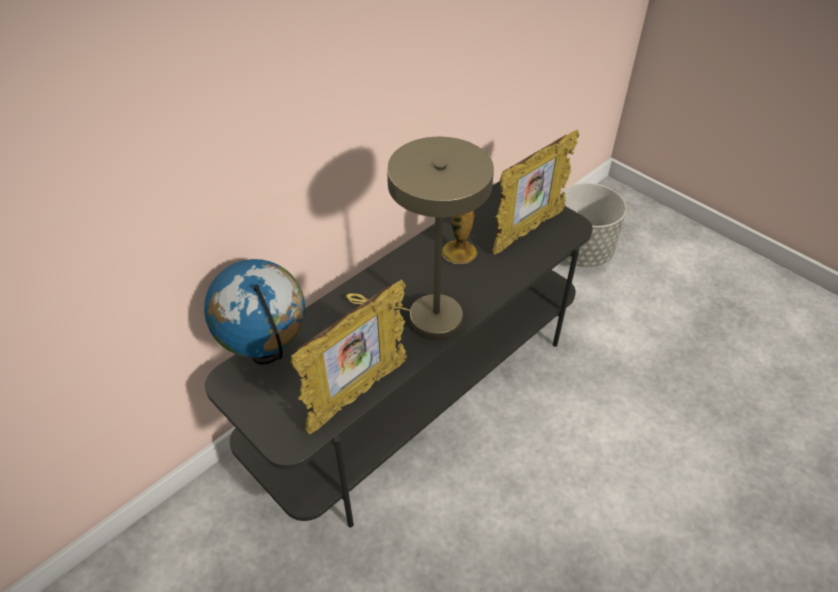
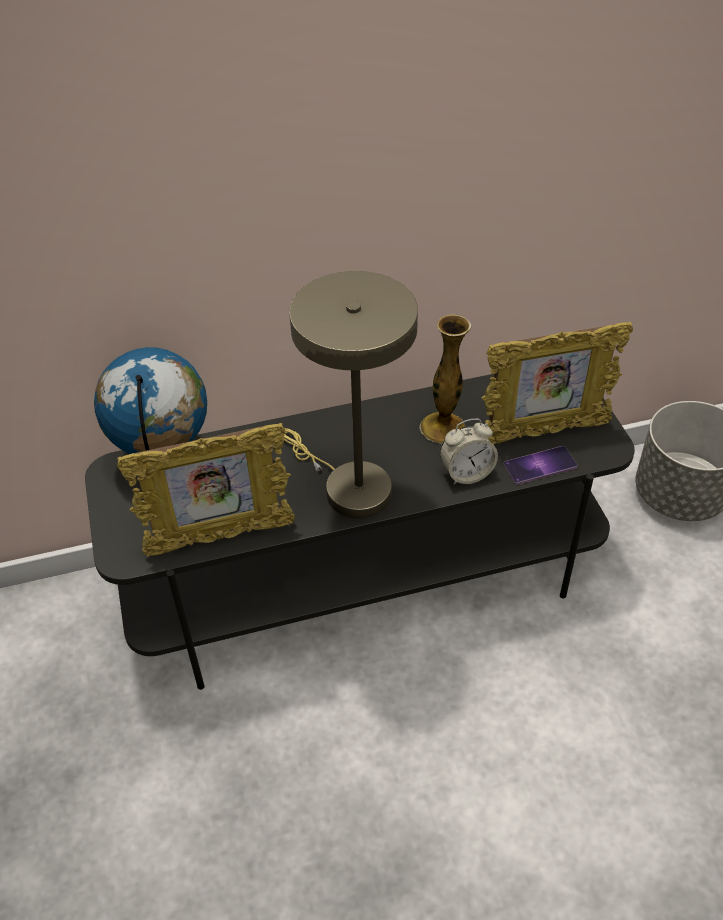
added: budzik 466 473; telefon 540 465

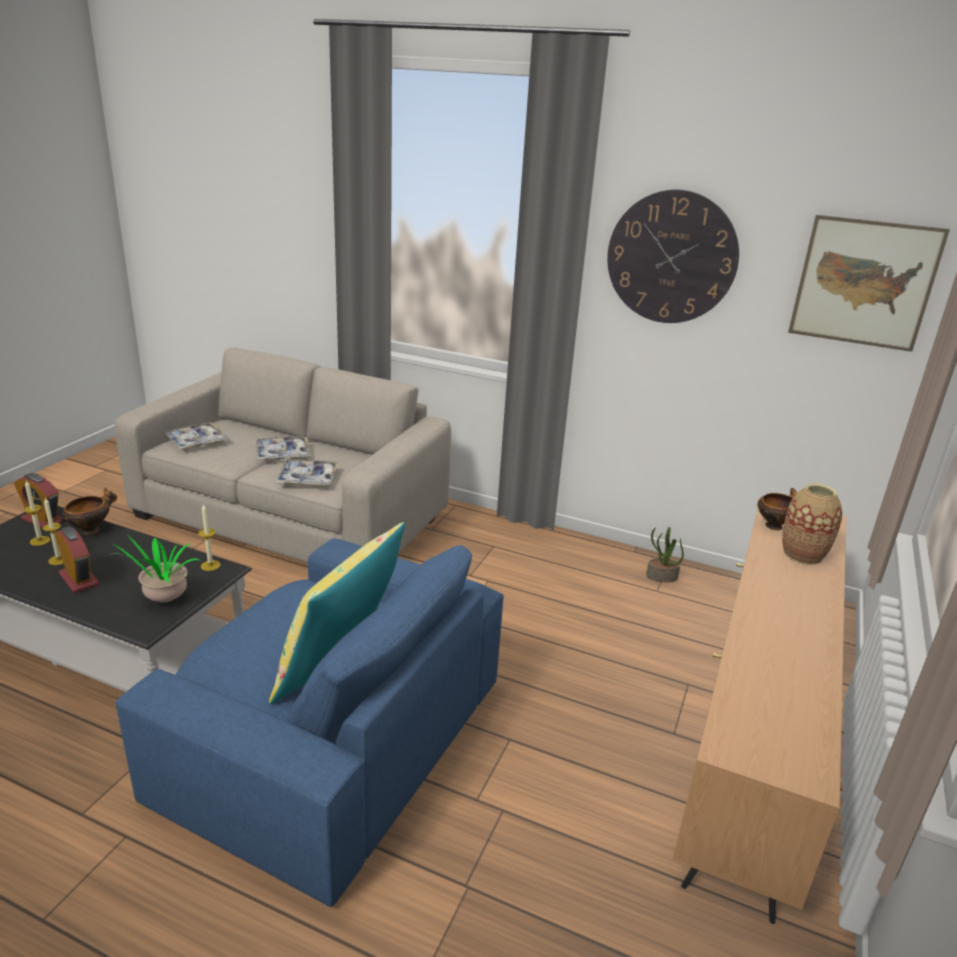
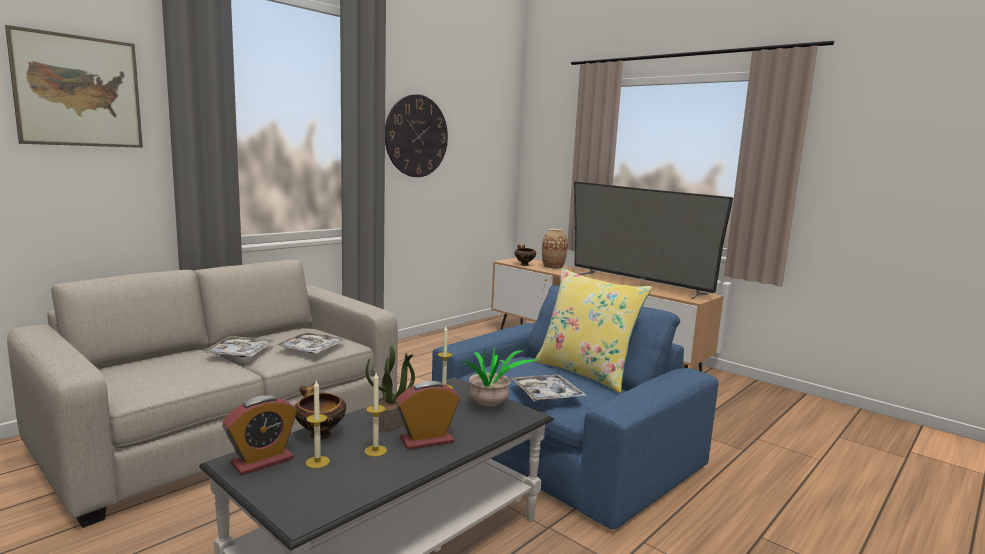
added: telewizor 638 284
moved: taca 196 441 to 547 395; roślina doniczkowa 661 577 to 391 422; obraz 864 283 to 79 91

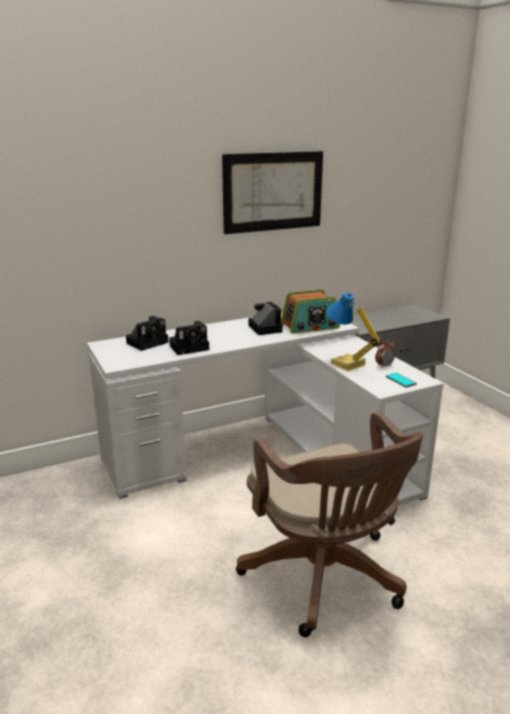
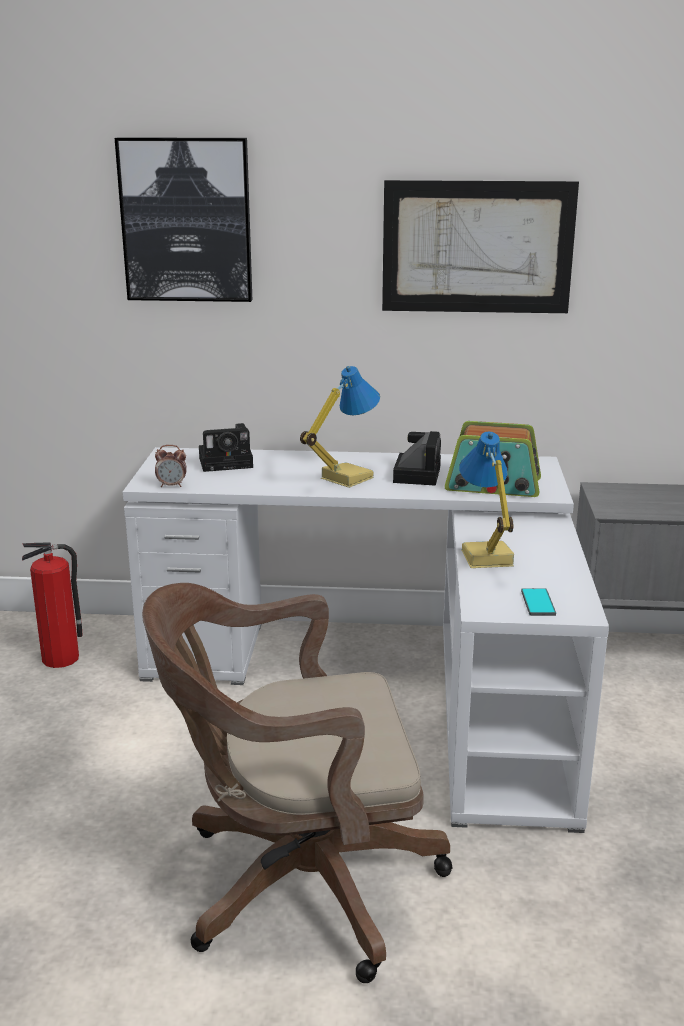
removed: aparat fotograficzny 190 347
added: gaśnica 61 658; obraz 186 220; lampa stołowa 345 477
moved: budzik 384 366 to 172 485
turned: krzesło biurowe (brązowy) 325 578 = 296 884 75 degrees clockwise

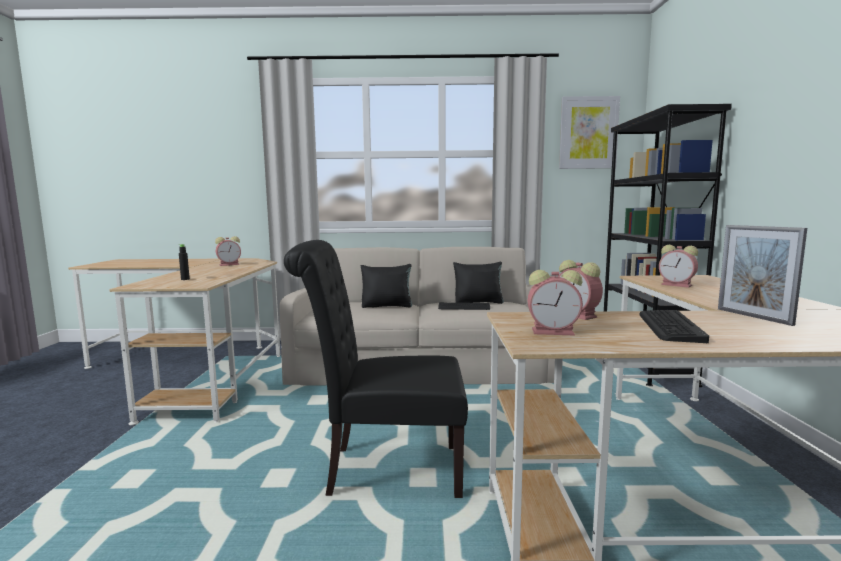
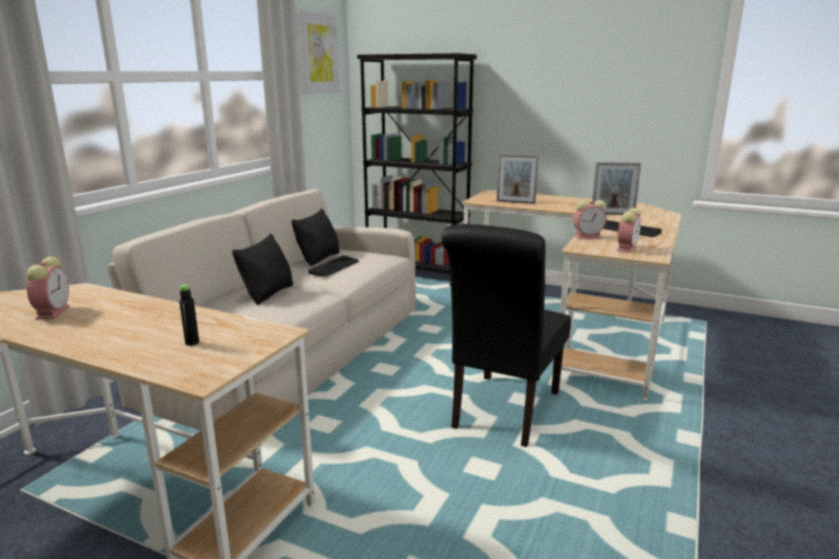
replaced: budzik 677 285 to ramka na zdjęcie 515 202

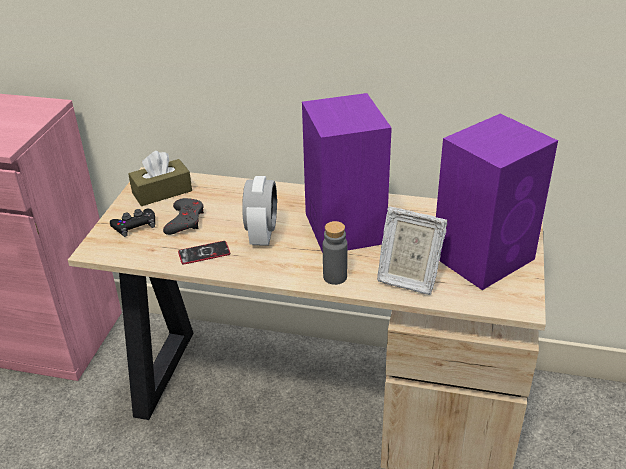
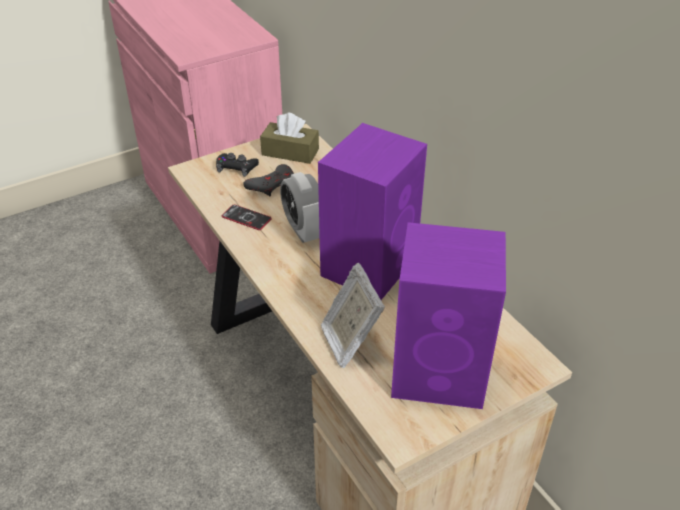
removed: butelka (szary) 335 277
turned: budzik 262 235 = 303 230 105 degrees clockwise

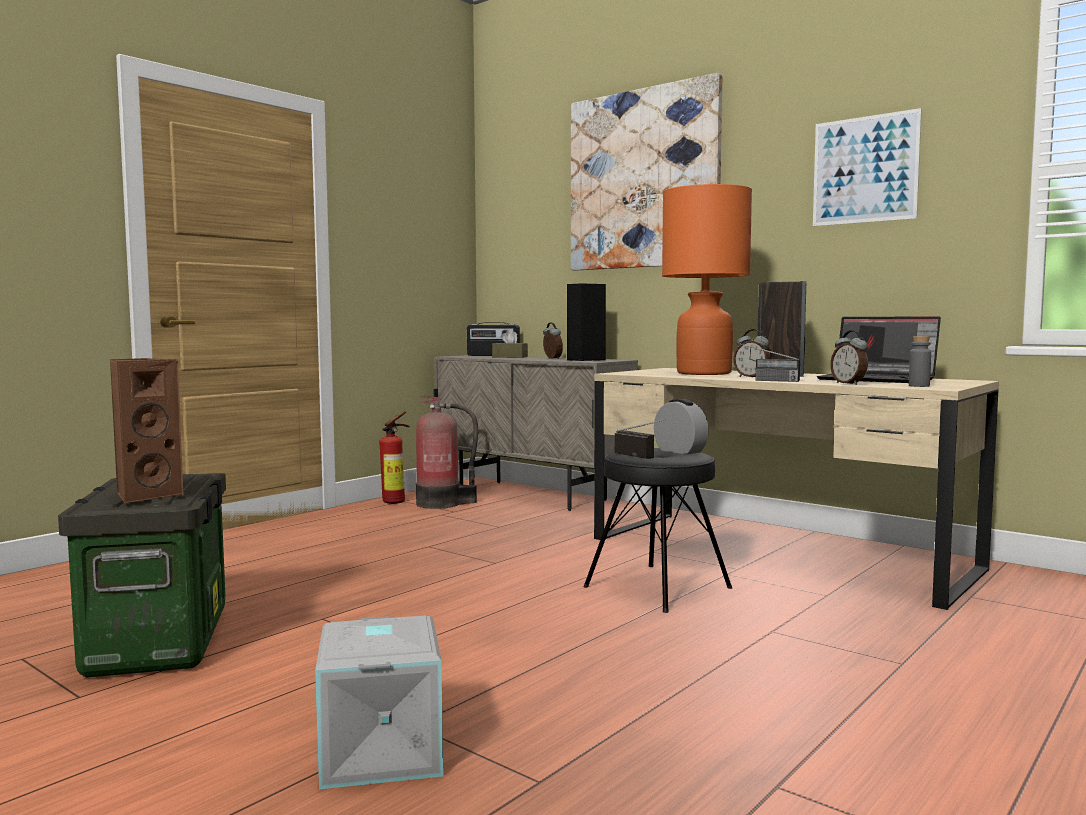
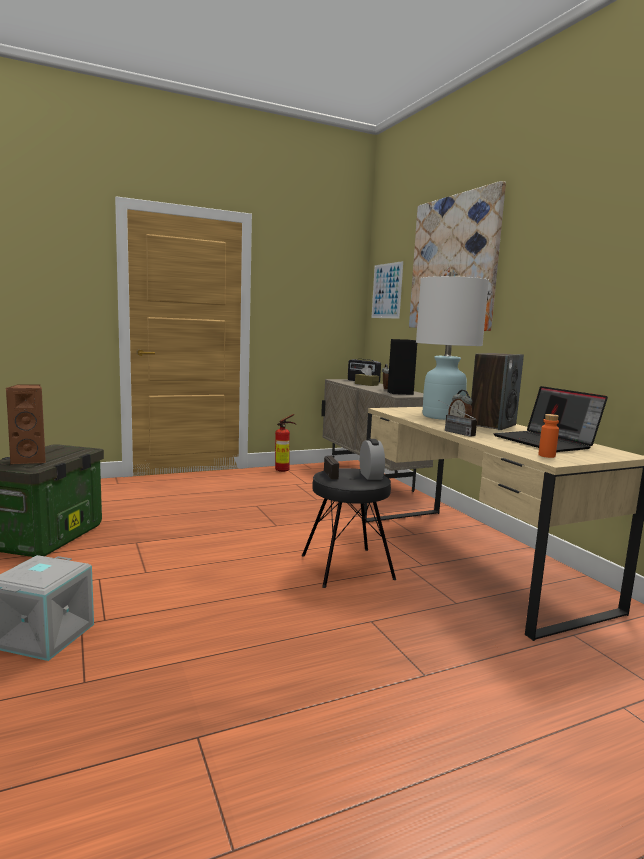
removed: gaśnica 442 503; budzik 849 383
moved: obraz 865 169 to 386 291
recoloured: lampa stołowa (pomarańczowy) 704 373 to lampa stołowa (biały) 442 416; butelka (szary) 919 386 to butelka (pomarańczowy) 546 455

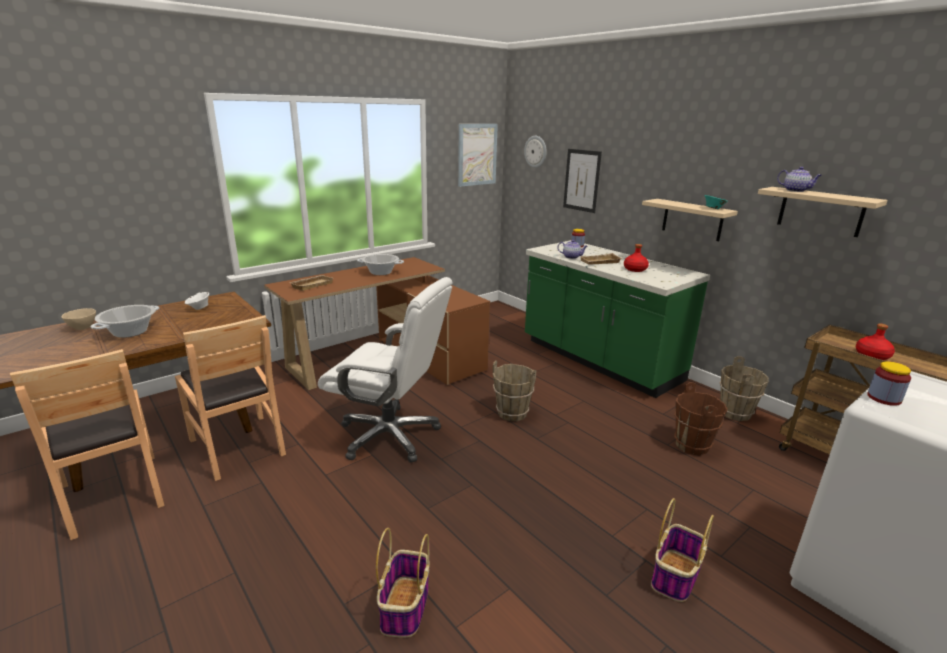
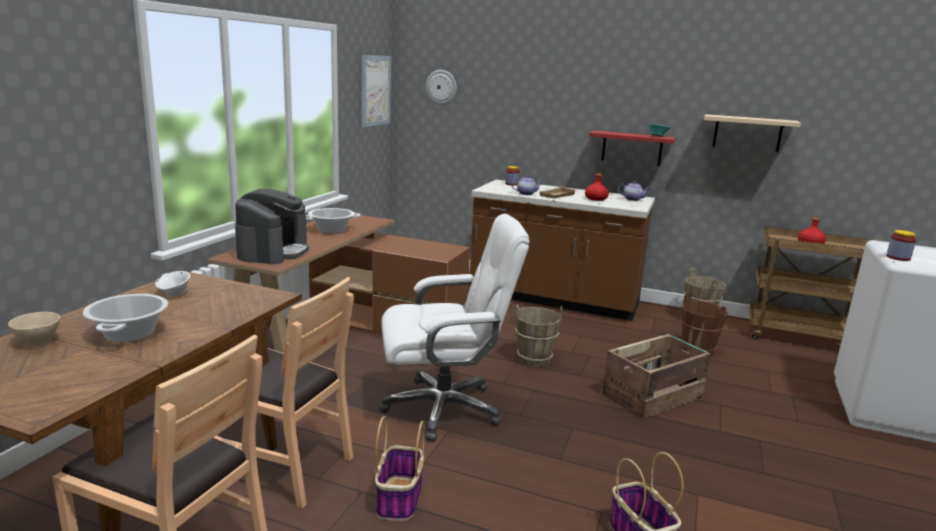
removed: obraz 581 180
added: skrzynka 654 396
moved: koszyk 675 576 to 399 499; imbryk 796 191 to 633 199
replaced: taca (beżowy) 312 285 to ekspres do kawy 273 251
recoloured: zabudowa kuchenna (zielony) 599 360 to zabudowa kuchenna (brązowy) 554 299; półka (beżowy) 692 220 to półka (czerwony) 632 148

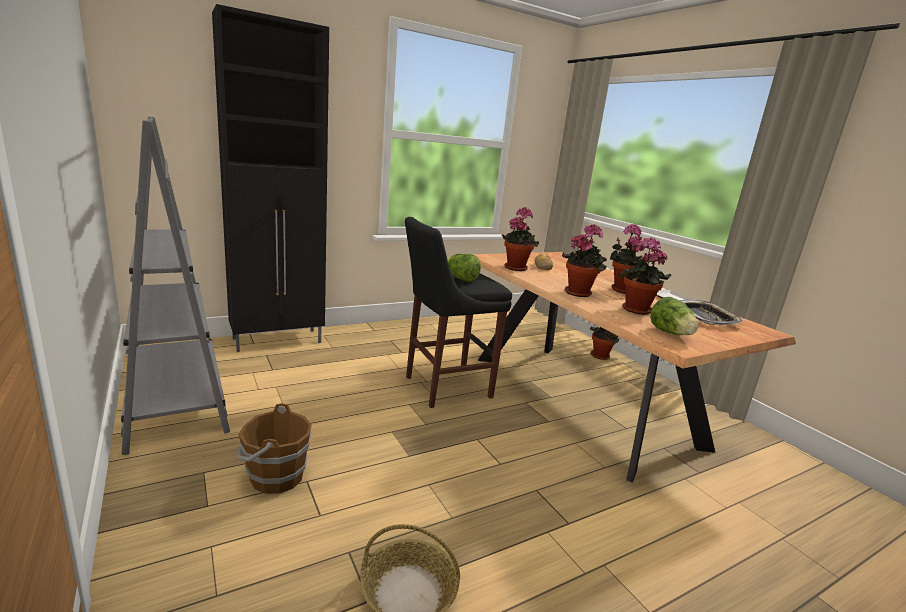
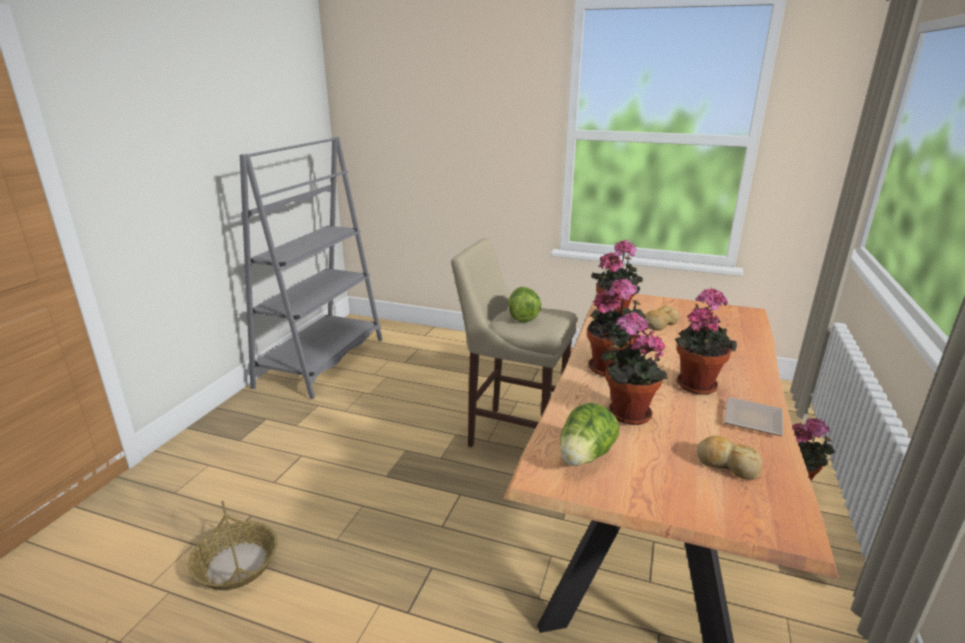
removed: szafka (czarny) 279 340; wiadro (brązowy) 275 477
replaced: taca 705 317 to chleb 726 464
recoloured: stołek (czarny) 443 387 to stołek (beżowy) 512 433

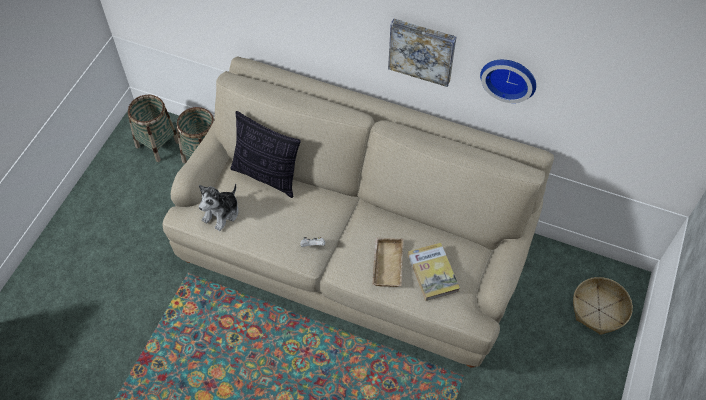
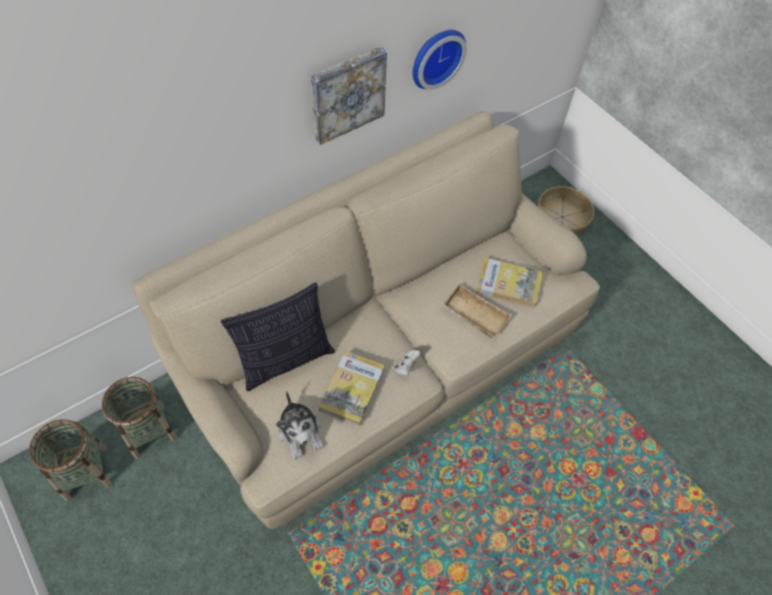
added: książka 352 389

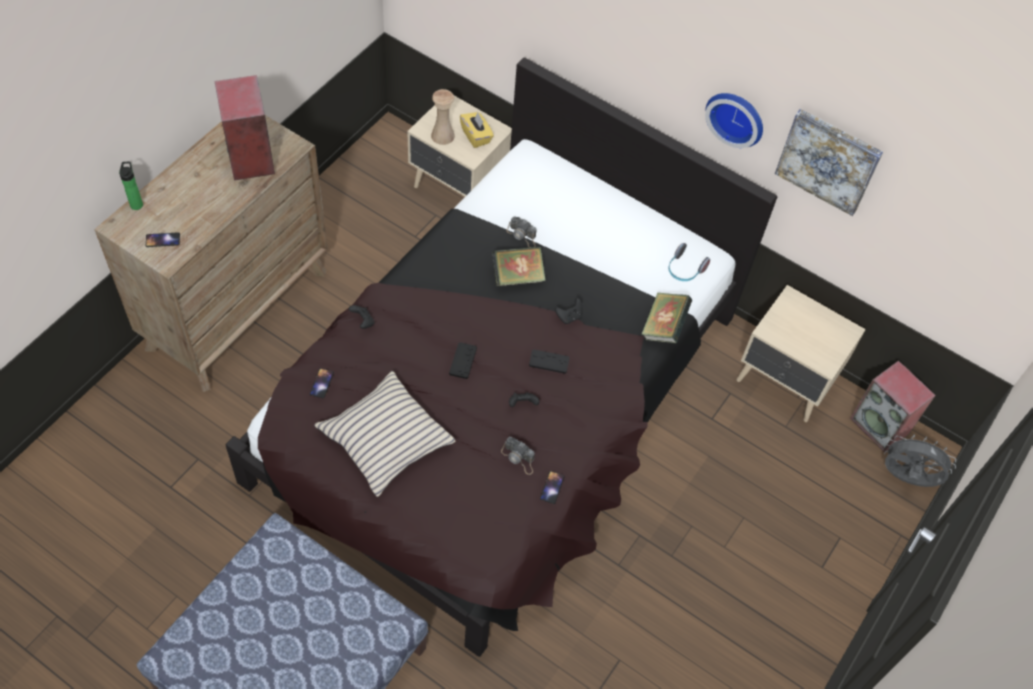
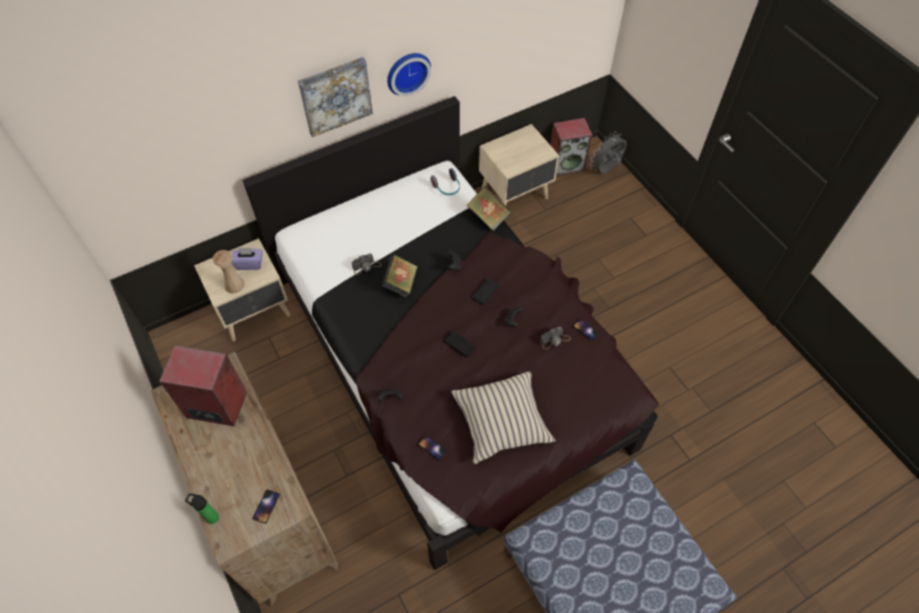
moved: obraz 828 160 to 335 96
recoloured: pudełko chusteczek (żółty) 476 136 to pudełko chusteczek (fioletowy) 249 263

